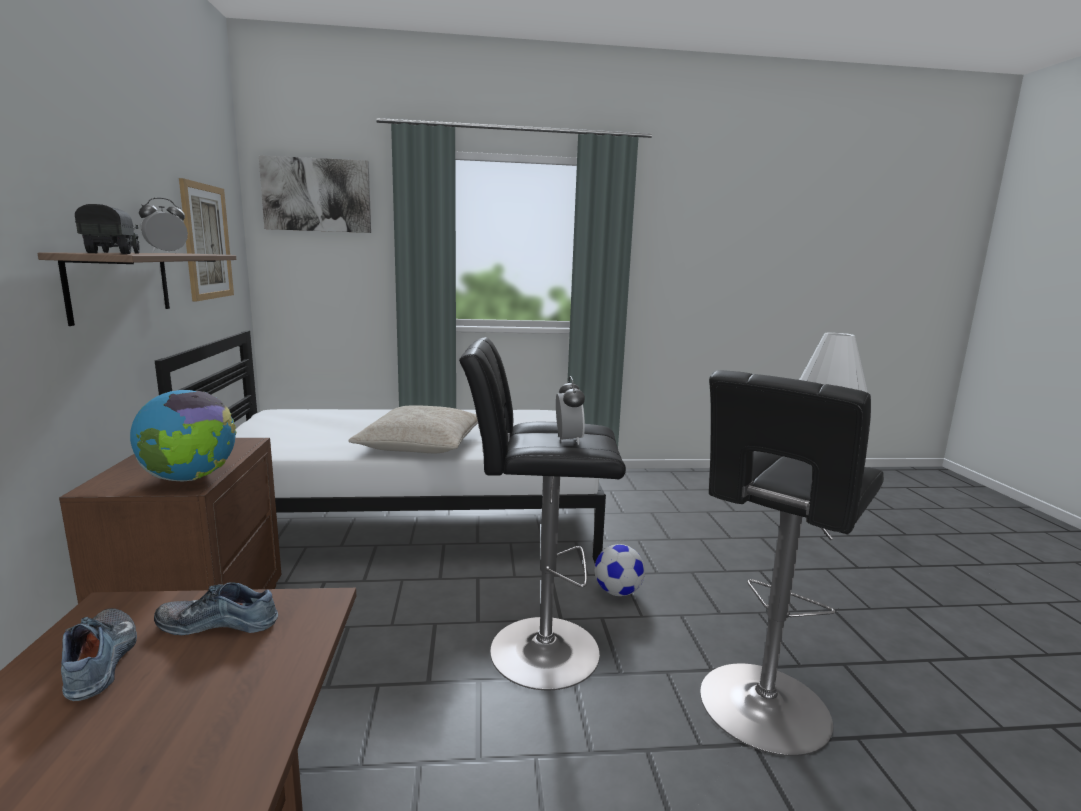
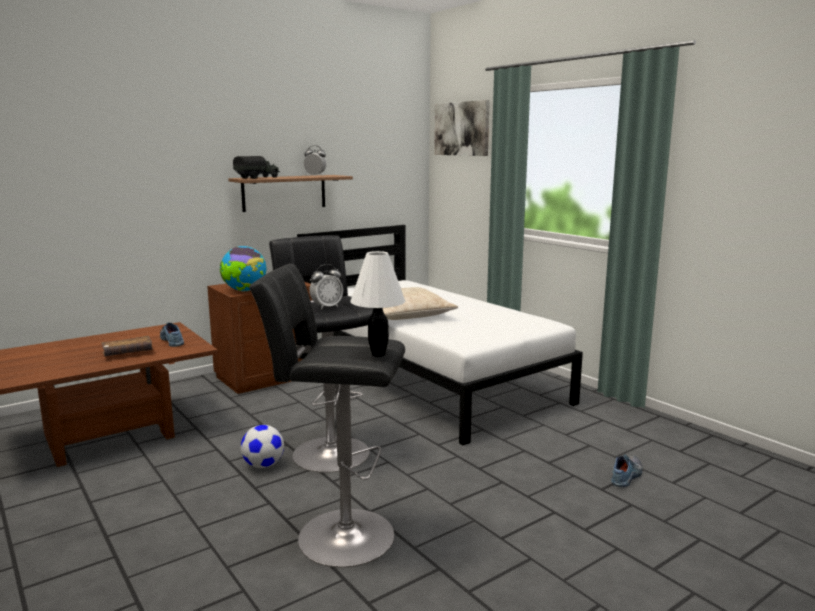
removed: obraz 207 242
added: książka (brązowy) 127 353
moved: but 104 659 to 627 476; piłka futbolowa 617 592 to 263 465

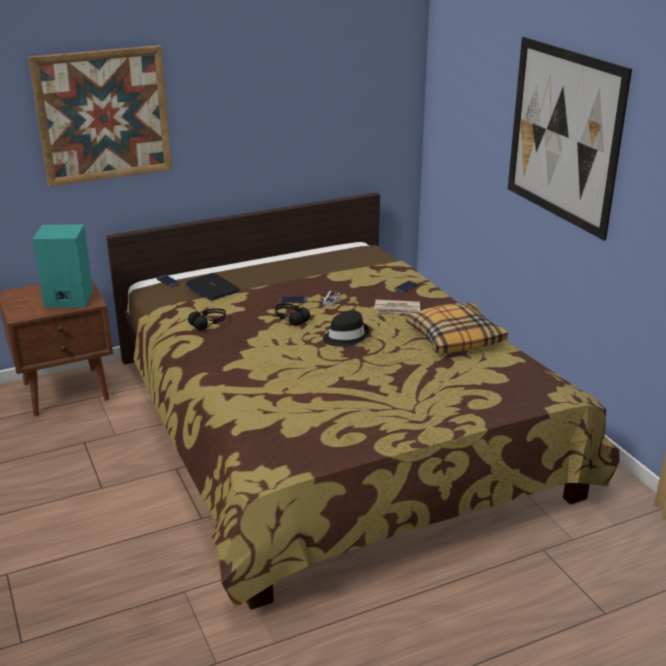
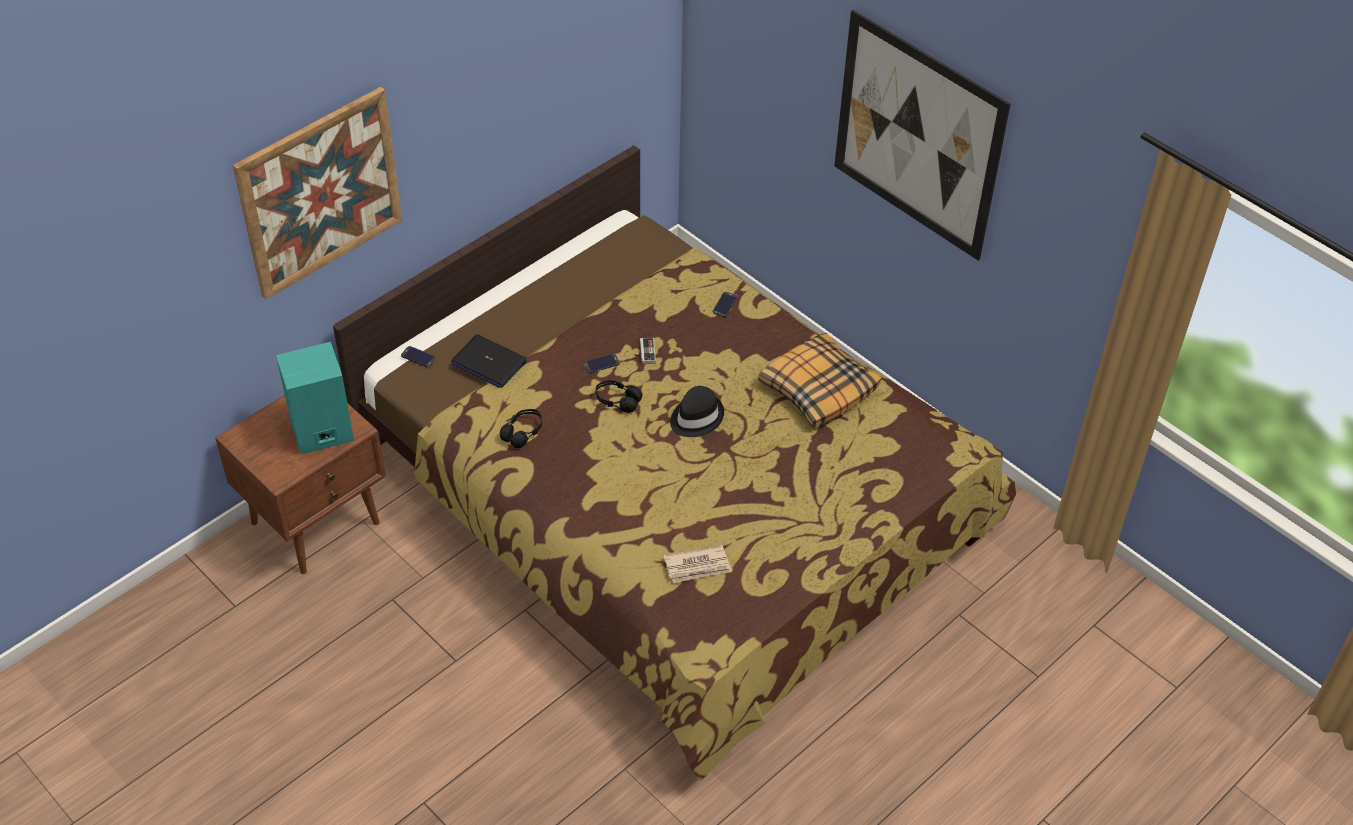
moved: gazeta 397 309 to 697 566

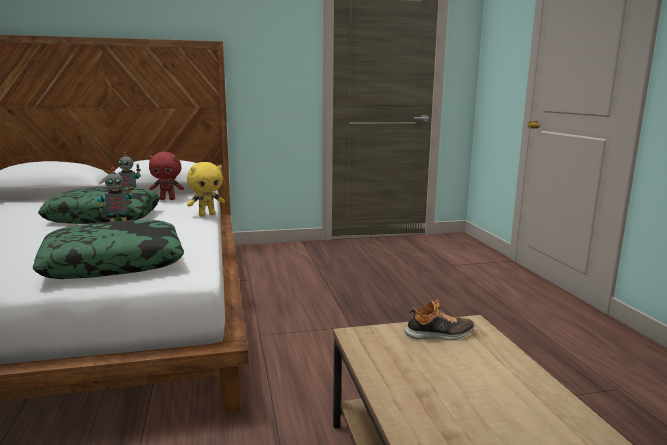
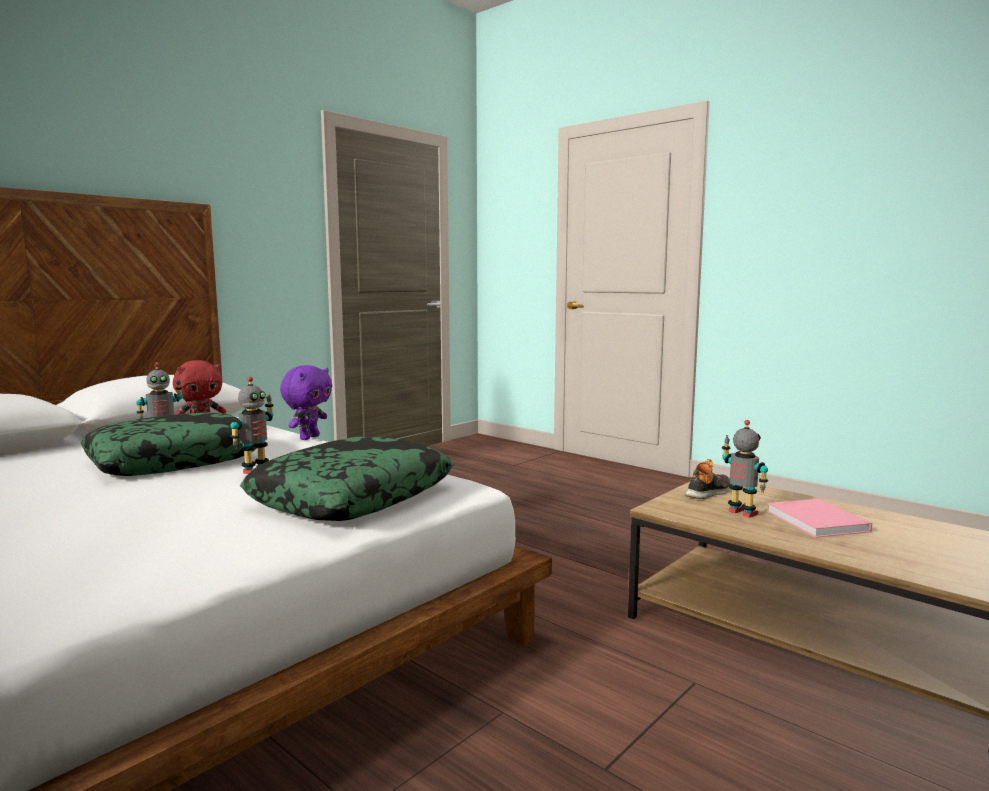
added: robot zabawkowy 741 513; książka (różowy) 818 522
recoloured: pluszak (żółty) 207 215 to pluszak (fioletowy) 309 437

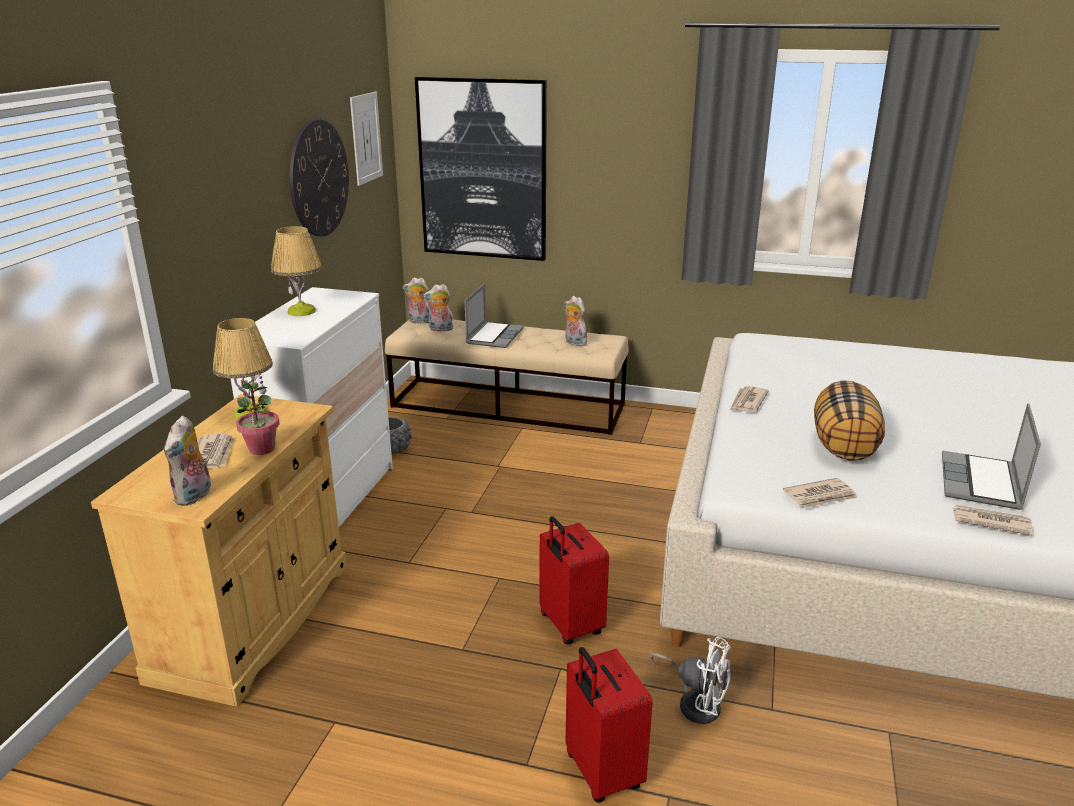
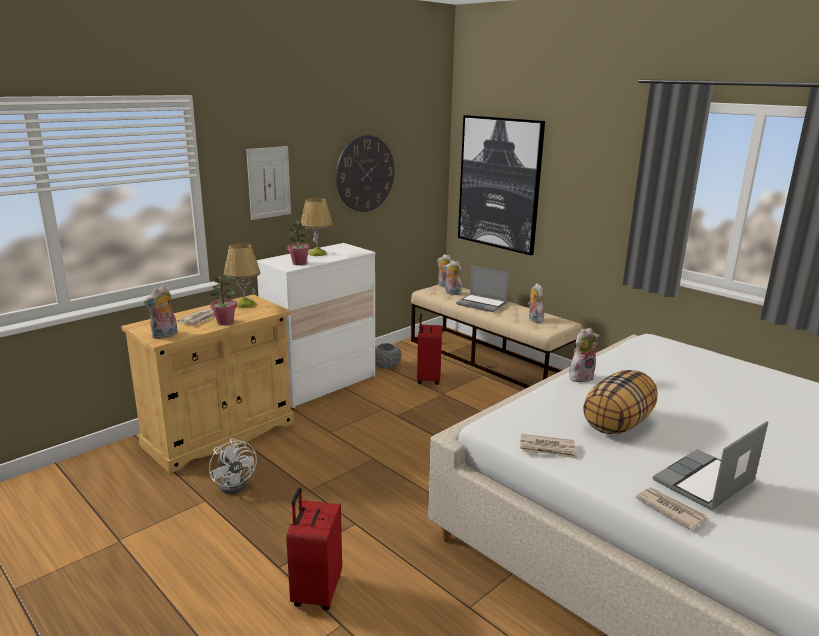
added: roślina doniczkowa 299 263
moved: obraz 366 138 to 269 182; walizka (czerwony) 569 625 to 427 379; wentylator (biały) 695 702 to 236 483
replaced: gazeta 747 402 to pluszak 581 377
turned: laptop 494 336 = 482 304 75 degrees clockwise

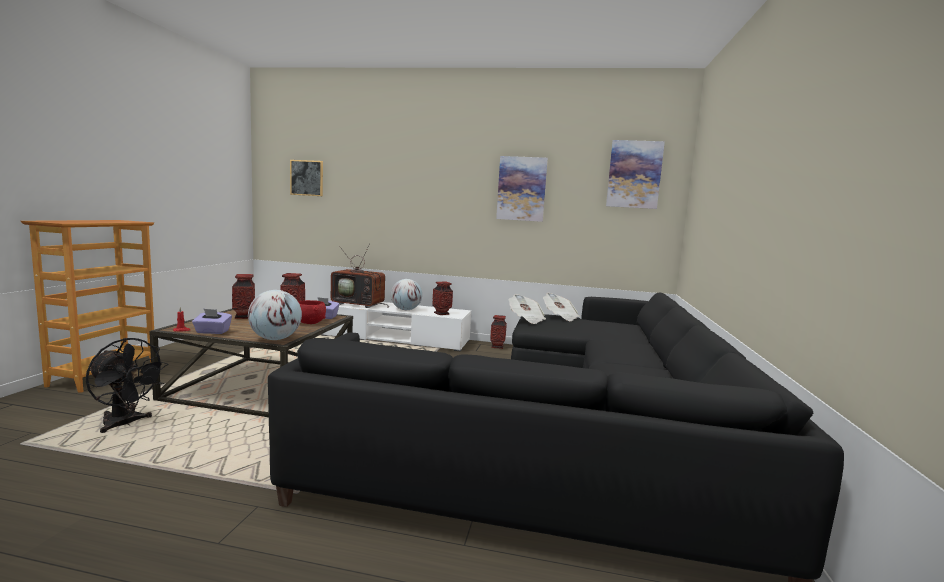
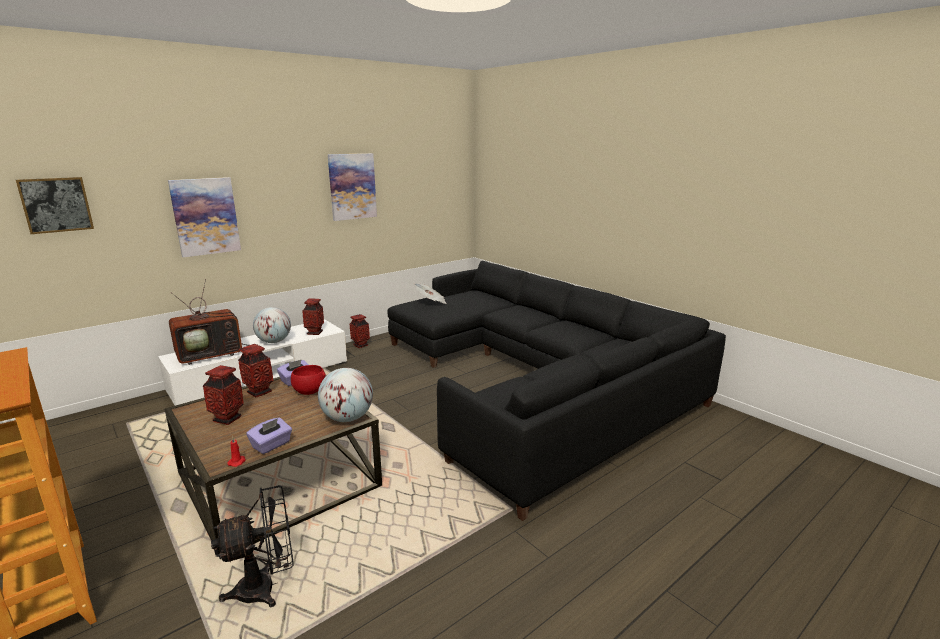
removed: gazeta 526 319
moved: obraz 634 174 to 205 216

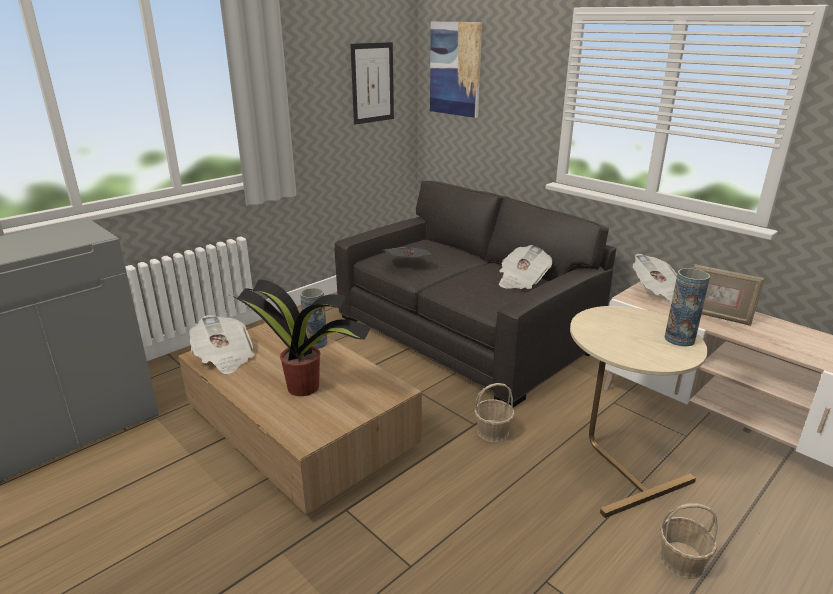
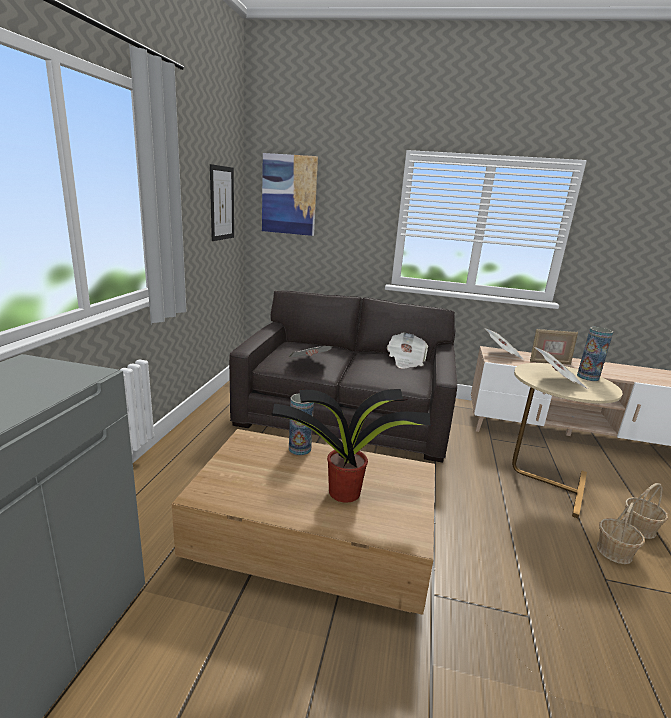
moved: gazeta 224 358 to 557 381; koszyk 493 432 to 614 551

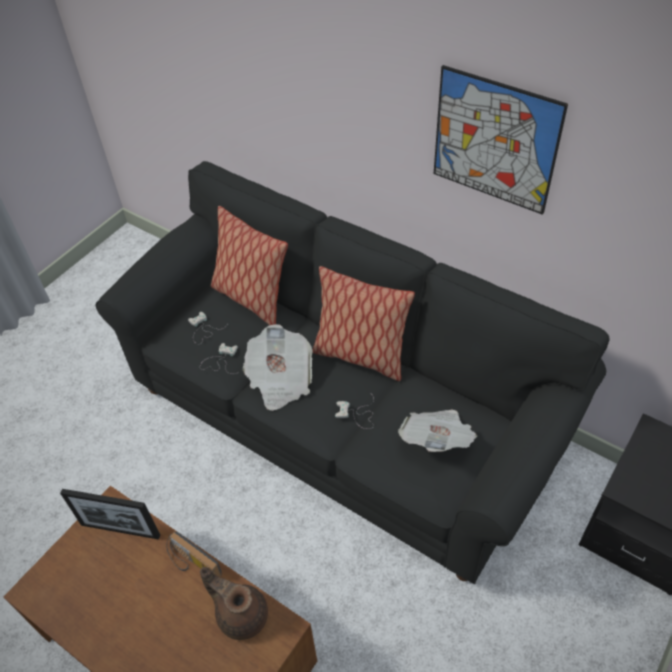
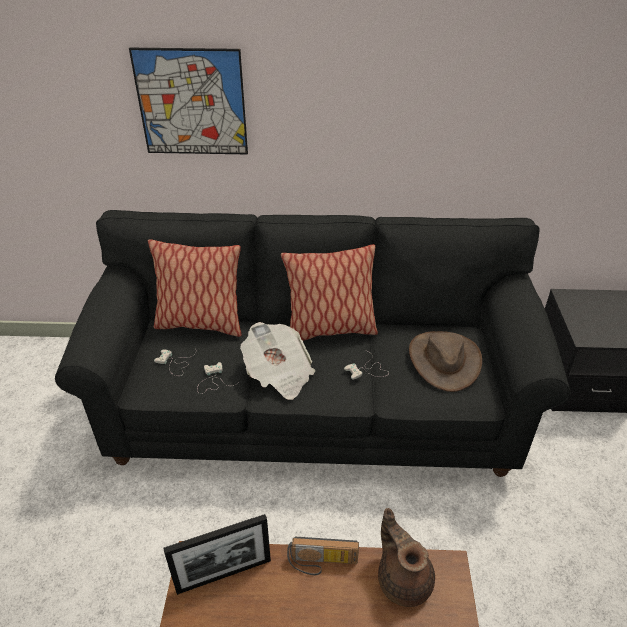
moved: obraz 495 141 to 191 103
replaced: gazeta 437 440 to kapelusz (brązowy) 443 360
turned: imbryk (brązowy) 241 614 = 403 579 60 degrees clockwise

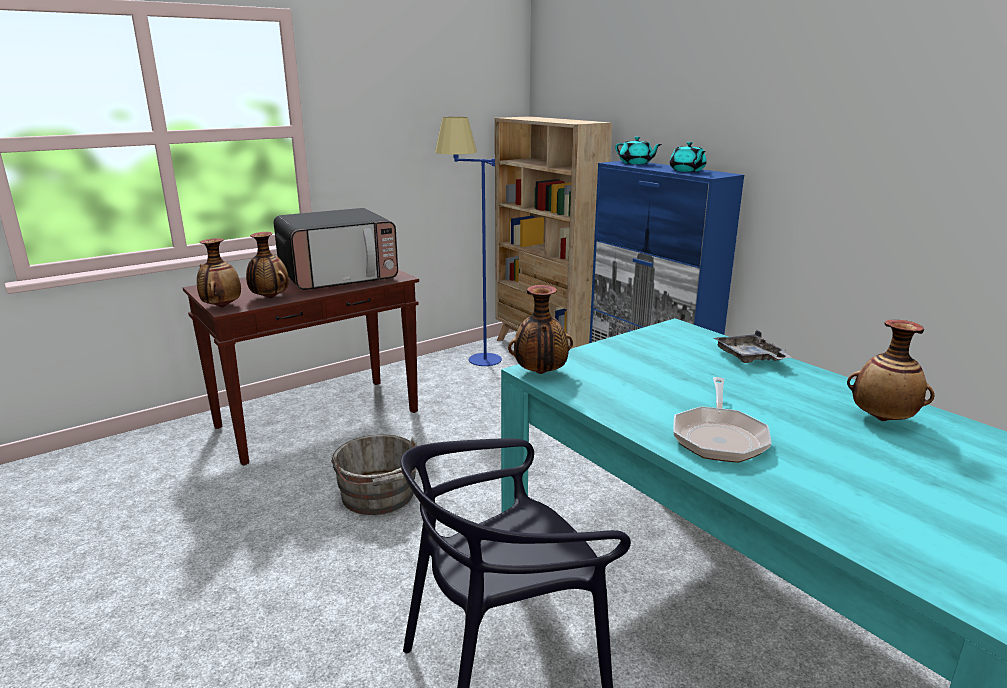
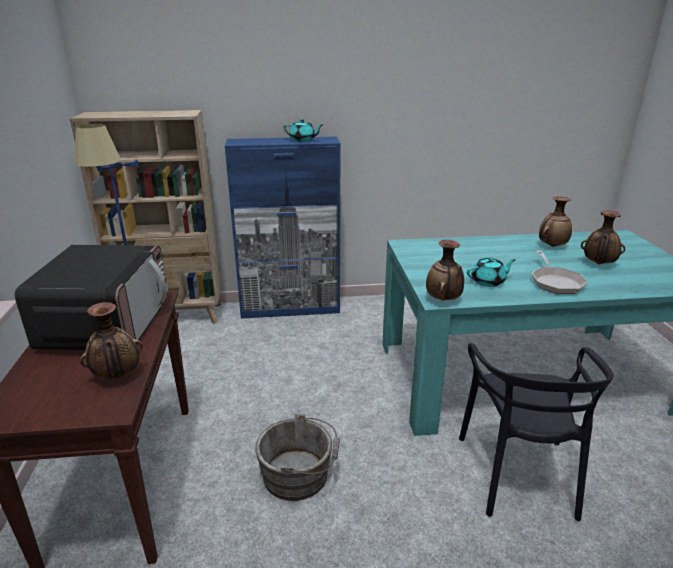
removed: taca (szary) 749 358
moved: wazon 221 306 to 598 264; imbryk (turkusowy) 636 163 to 488 282
turned: patelnia 719 437 = 555 282 45 degrees clockwise

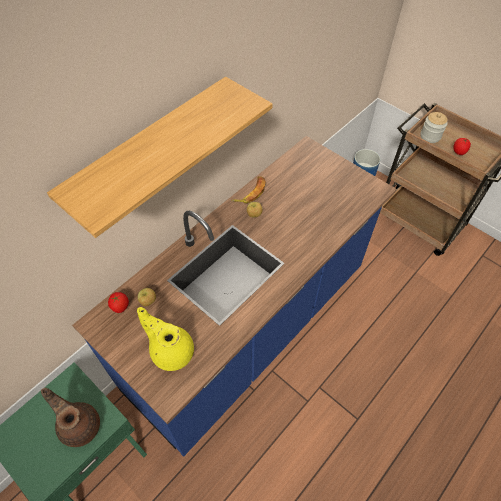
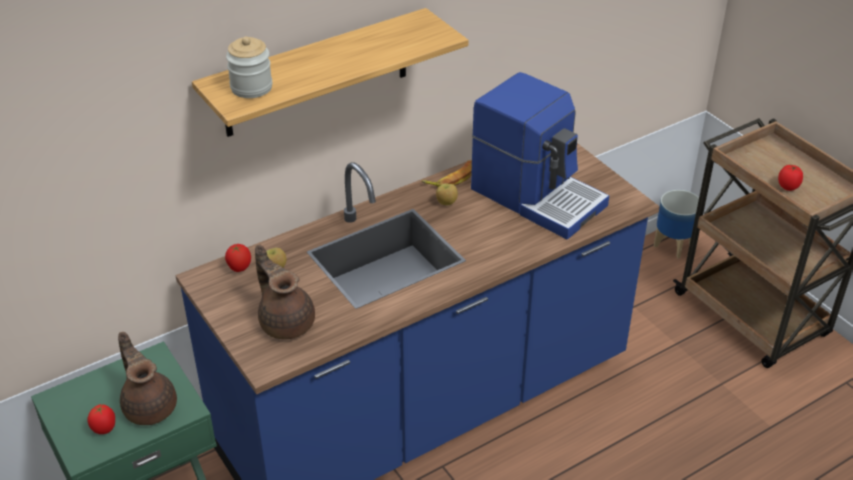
added: pomidor 105 429; ekspres do kawy 538 196
moved: słoik 430 136 to 251 87
recoloured: imbryk (żółty) 171 350 to imbryk (brązowy) 286 321

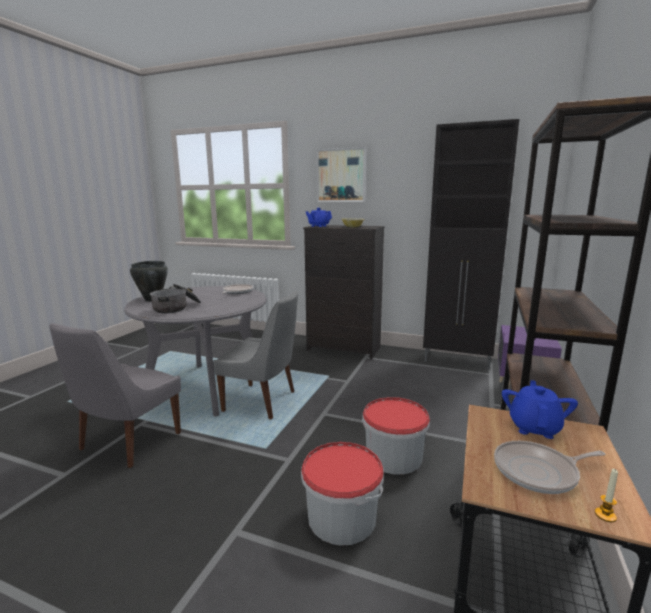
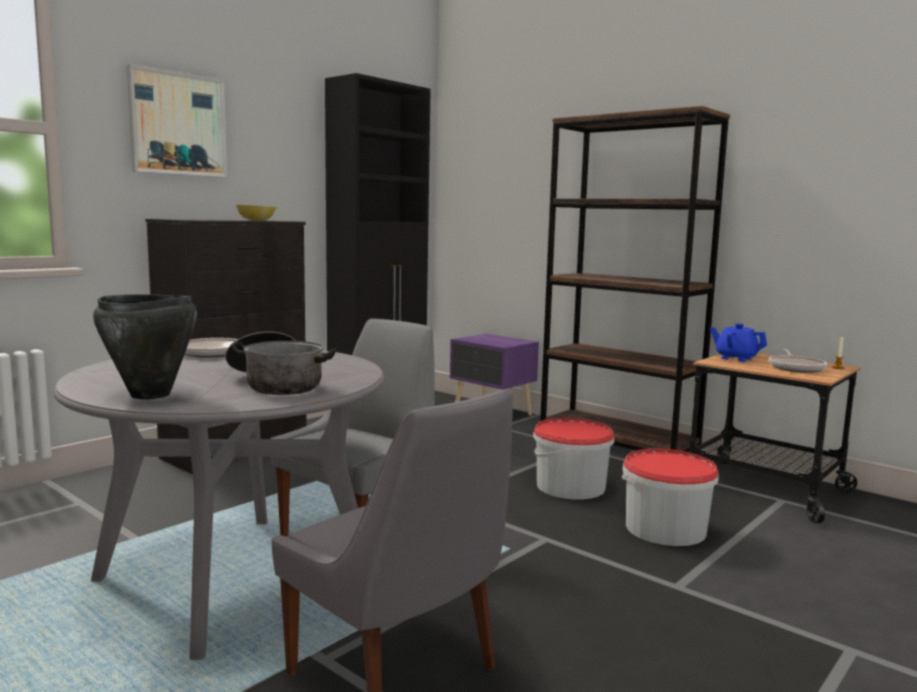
removed: imbryk (niebieski) 318 226

